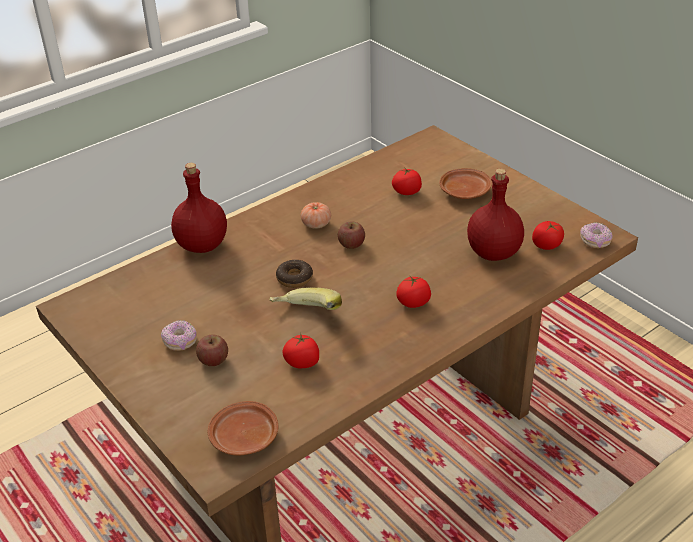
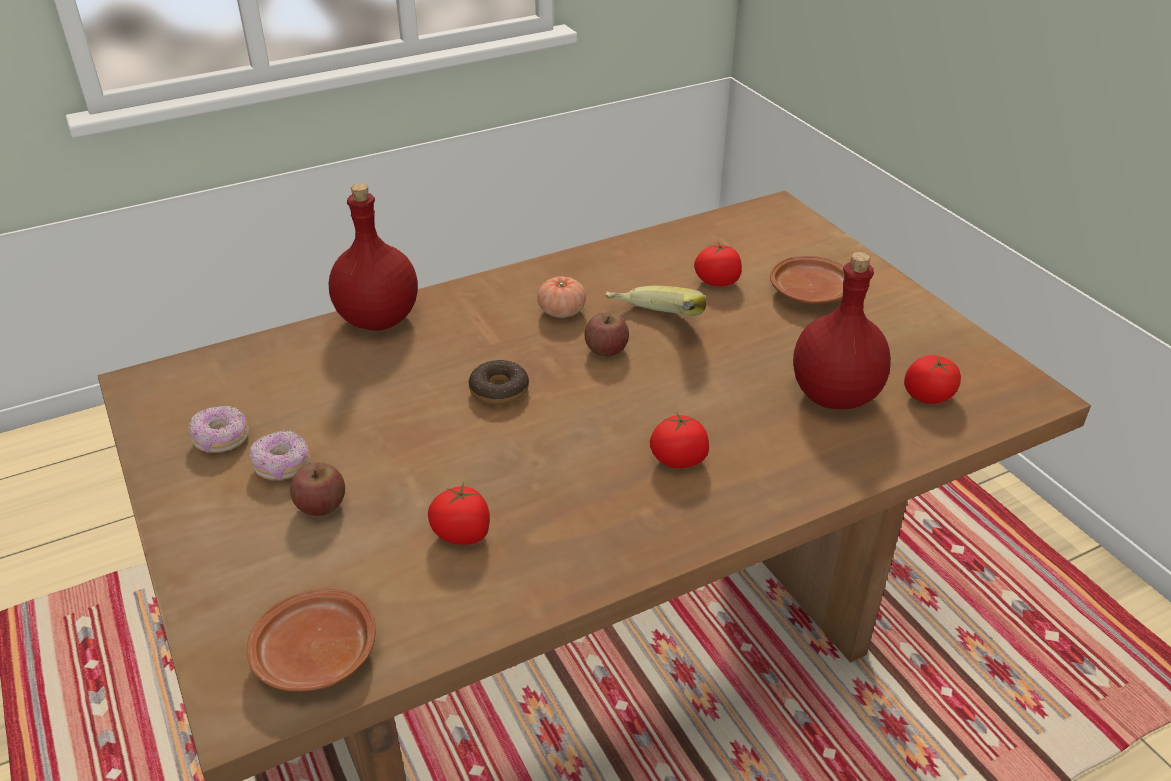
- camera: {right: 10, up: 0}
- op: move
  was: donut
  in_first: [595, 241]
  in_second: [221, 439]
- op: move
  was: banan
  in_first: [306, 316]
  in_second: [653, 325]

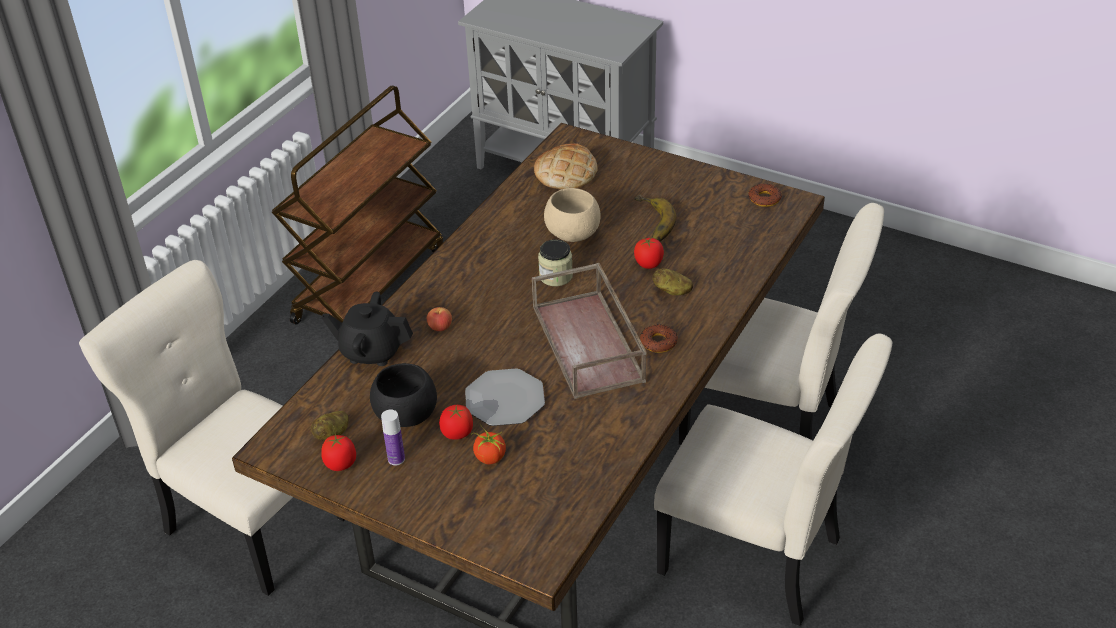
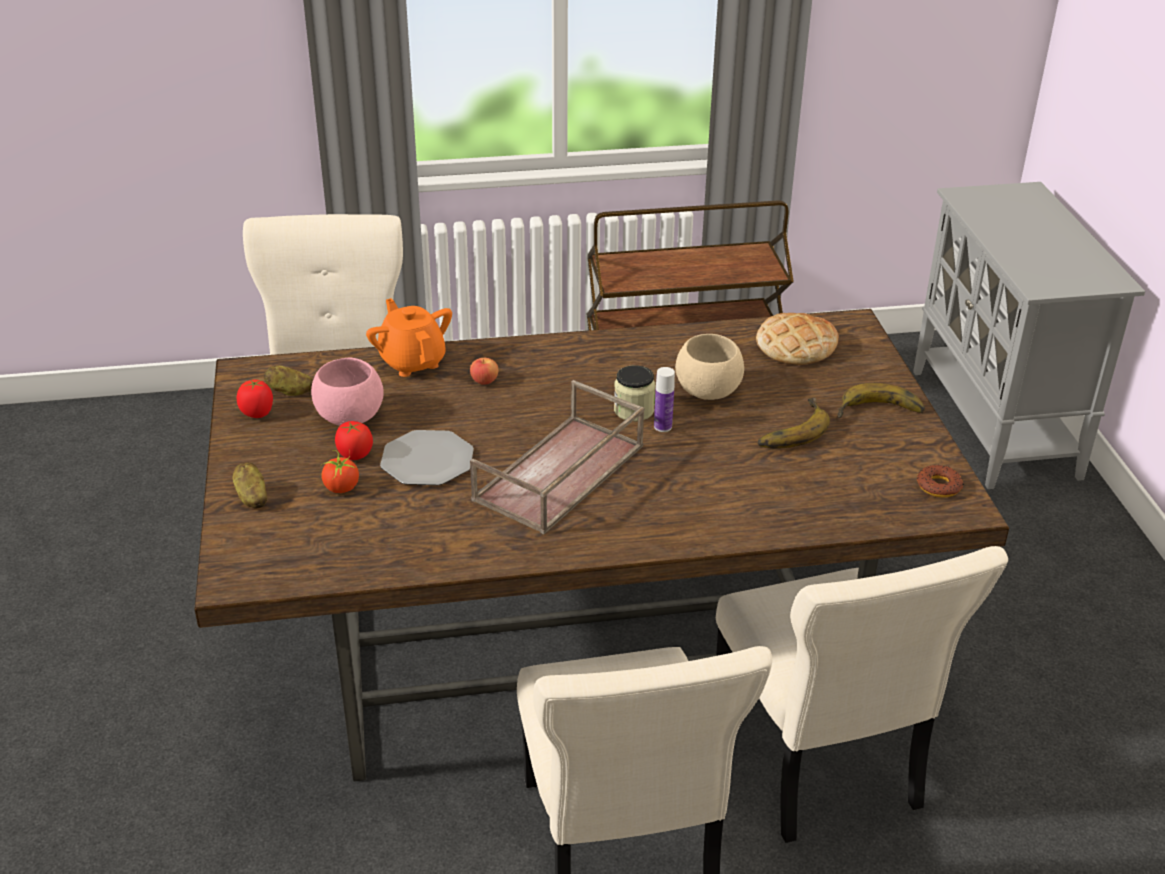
- camera: {right: 50, up: -5}
- op: move
  was: ziemniak
  in_first: [672, 291]
  in_second: [251, 497]
- op: recolor
  was: miska (czarny)
  now: miska (różowy)
  in_first: [406, 415]
  in_second: [350, 417]
- op: recolor
  was: imbryk (czarny)
  now: imbryk (pomarańczowy)
  in_first: [371, 351]
  in_second: [412, 361]
- op: move
  was: butelka
  in_first: [396, 459]
  in_second: [662, 426]
- op: insert
  now: banan
  in_second: [880, 413]
- op: delete
  was: pomidor
  in_first: [649, 264]
- op: delete
  was: donut
  in_first: [658, 342]

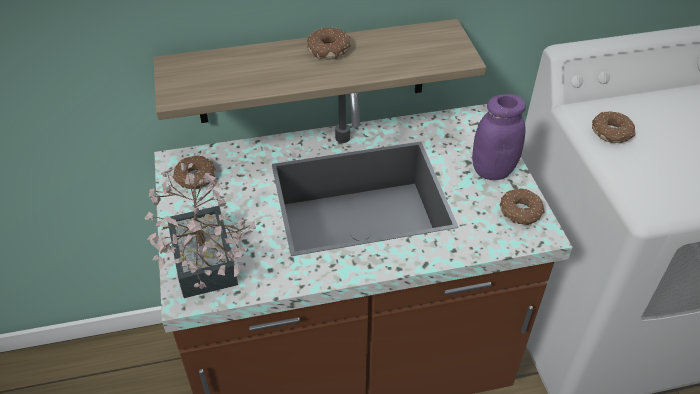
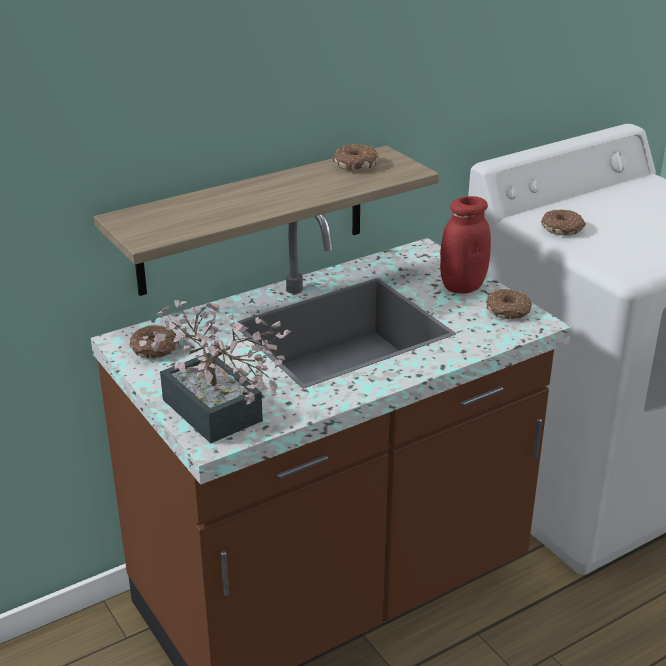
- camera: {right: -20, up: -15}
- op: move
  was: donut
  in_first: [328, 49]
  in_second: [355, 164]
- op: recolor
  was: słoik (fioletowy)
  now: słoik (czerwony)
  in_first: [492, 170]
  in_second: [462, 286]

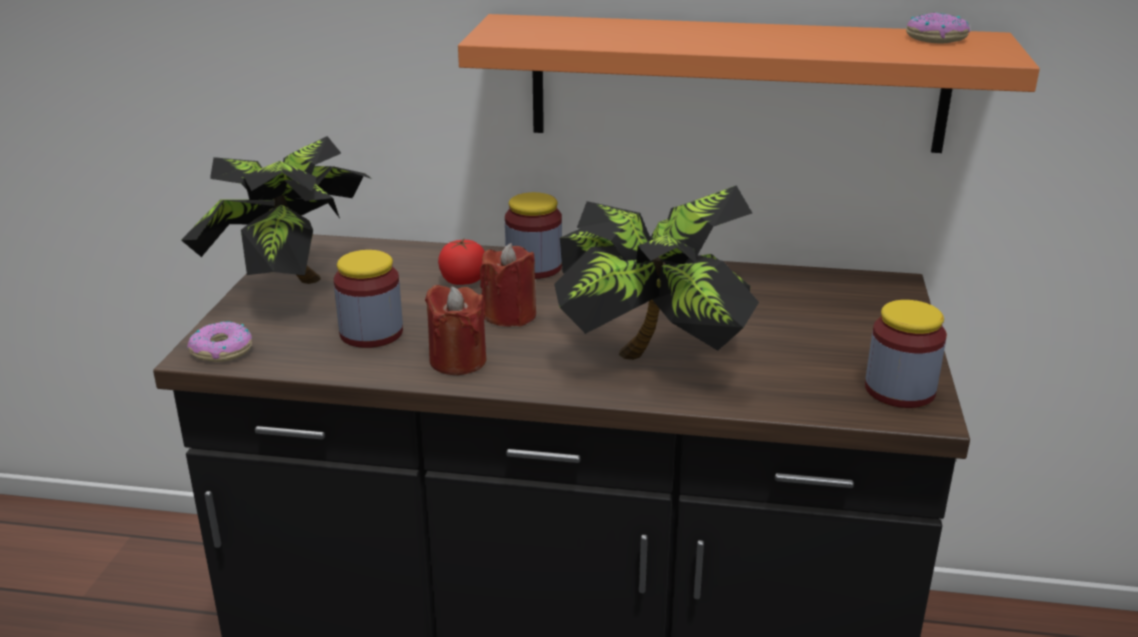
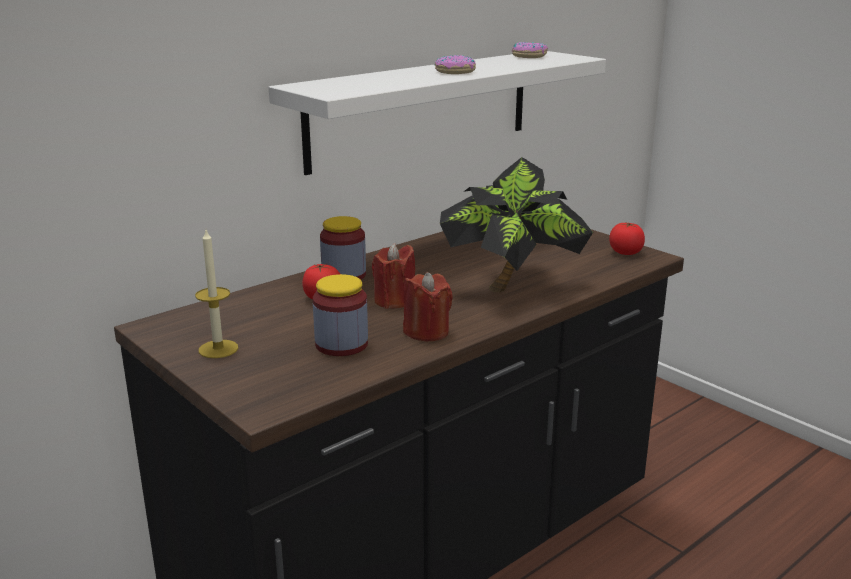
- camera: {right: -50, up: -5}
- op: replace
  was: roślina doniczkowa
  now: świeca
  in_first: [292, 287]
  in_second: [218, 349]
- op: recolor
  was: półka (pomarańczowy)
  now: półka (biały)
  in_first: [736, 83]
  in_second: [422, 108]
- op: move
  was: donut
  in_first: [222, 350]
  in_second: [455, 72]
- op: replace
  was: słoik
  now: pomidor
  in_first: [899, 390]
  in_second: [625, 252]

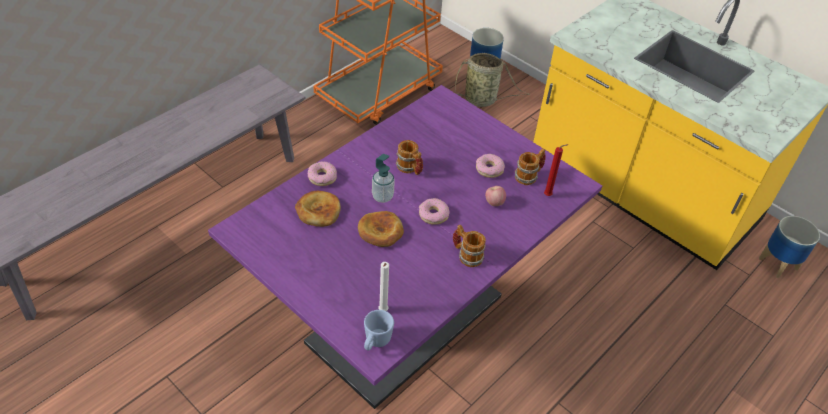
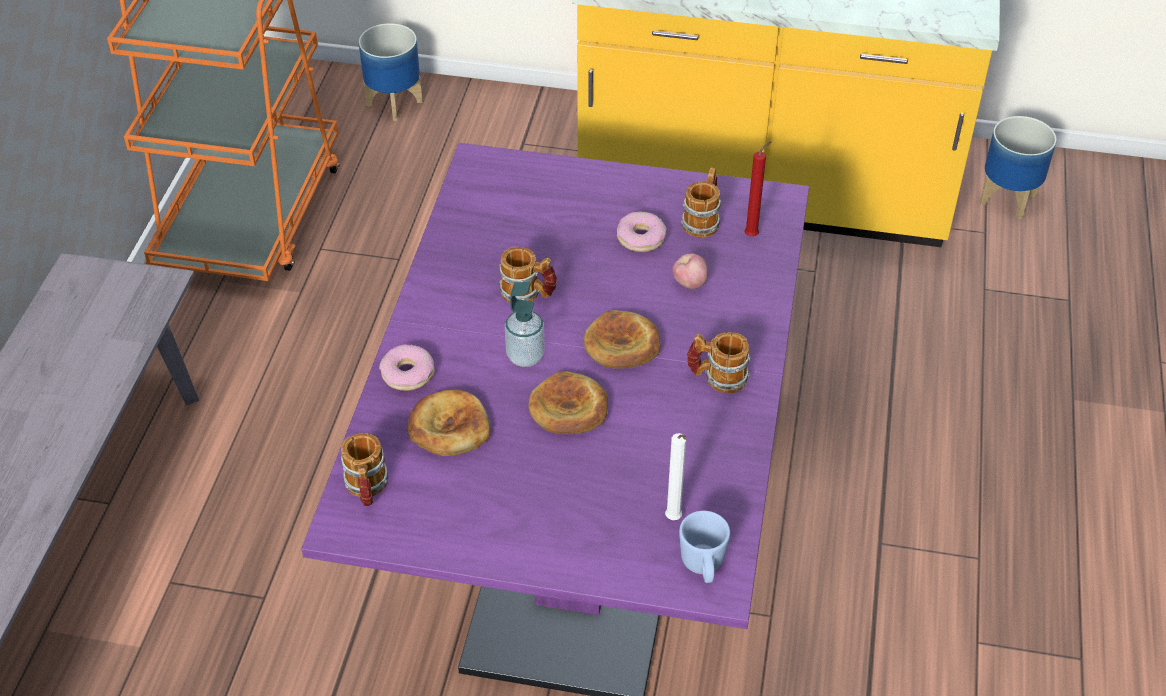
- camera: {right: -30, up: 0}
- op: insert
  now: kubek
  in_second: [367, 489]
- op: replace
  was: donut
  now: chleb
  in_first: [433, 215]
  in_second: [622, 345]
- op: delete
  was: koszyk
  in_first: [482, 100]

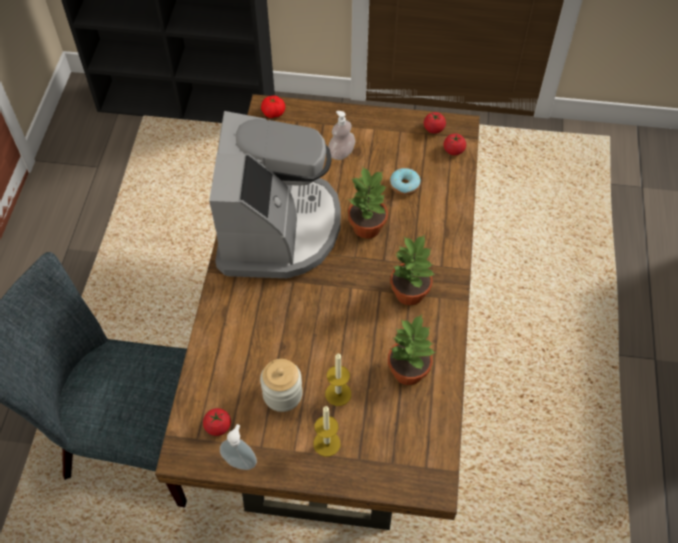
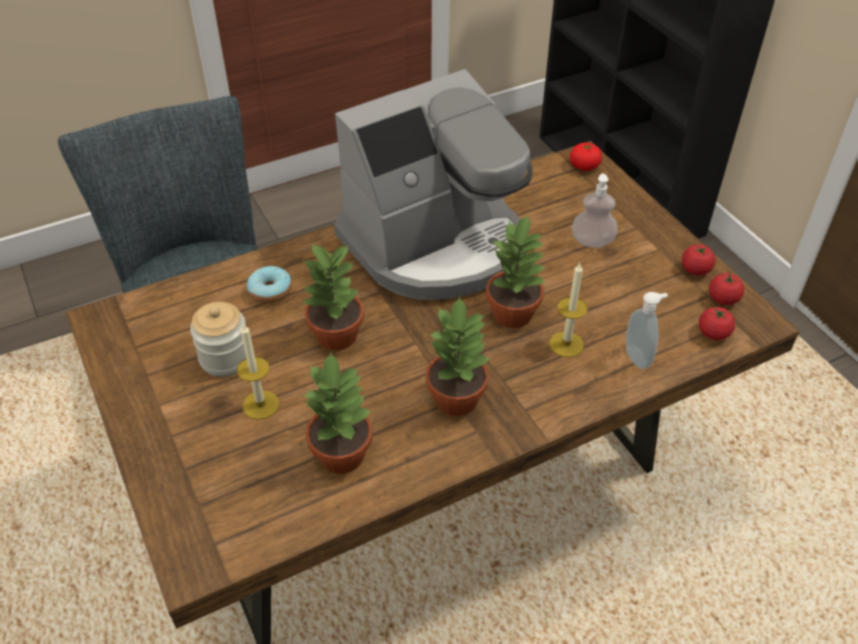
- camera: {right: 55, up: -10}
- op: move
  was: donut
  in_first: [404, 185]
  in_second: [270, 291]
- op: insert
  now: roślina doniczkowa
  in_second: [337, 336]
- op: move
  was: świeca
  in_first: [326, 443]
  in_second: [566, 344]
- op: move
  was: dozownik mydła
  in_first: [240, 461]
  in_second: [639, 357]
- op: move
  was: pomidor
  in_first: [218, 426]
  in_second: [695, 270]

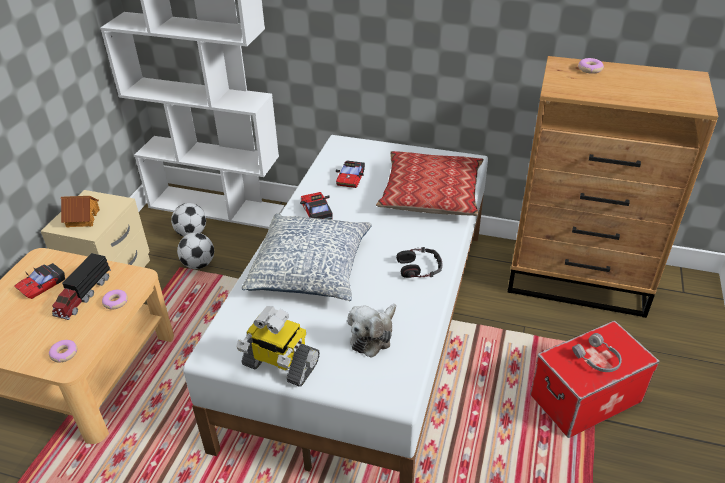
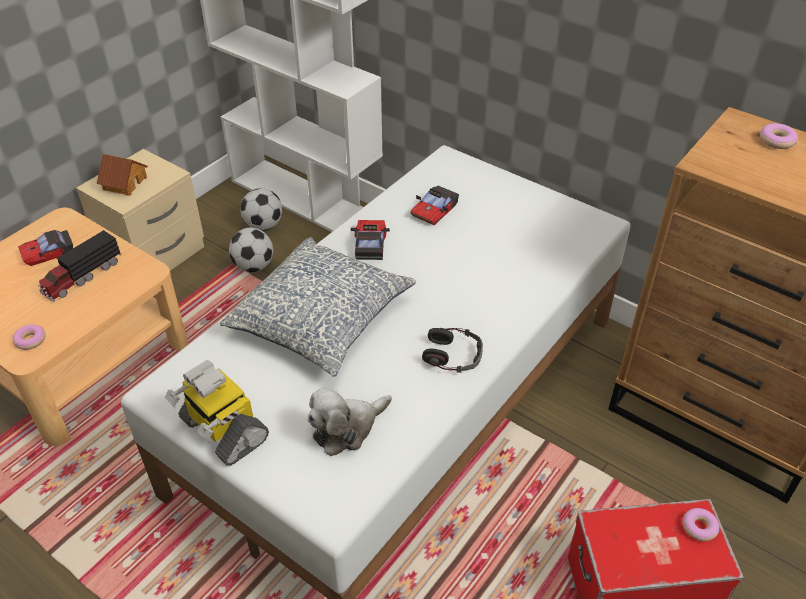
- camera: {right: 20, up: 5}
- op: move
  was: donut
  in_first: [115, 302]
  in_second: [699, 527]
- op: delete
  was: poduszka
  in_first: [431, 193]
- op: delete
  was: słuchawki (szary)
  in_first: [597, 359]

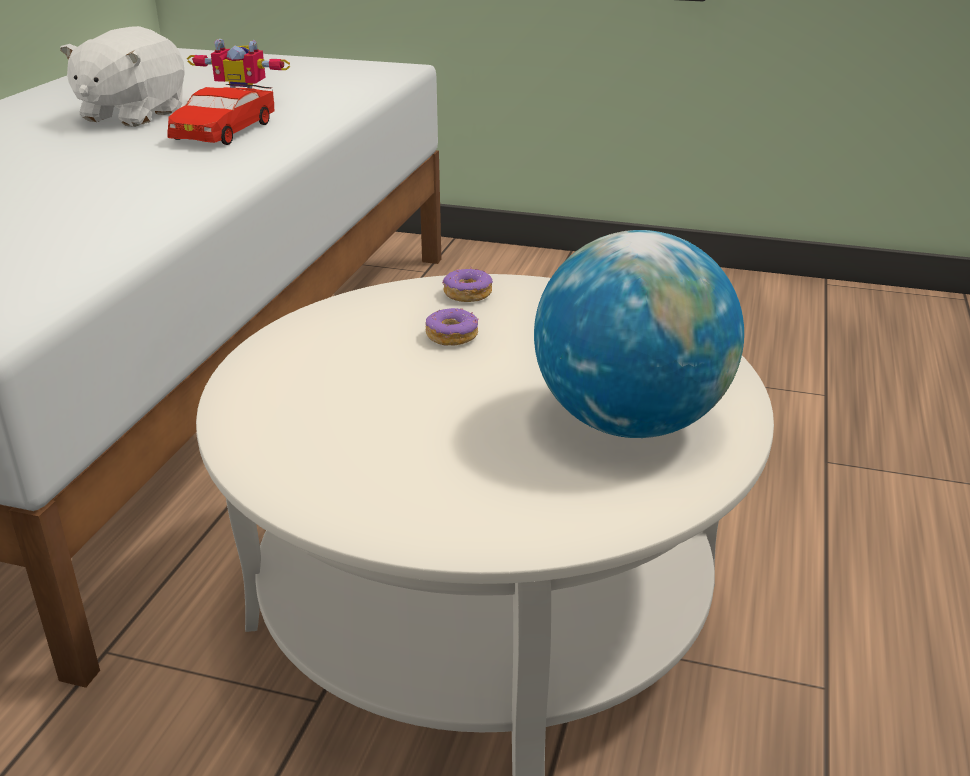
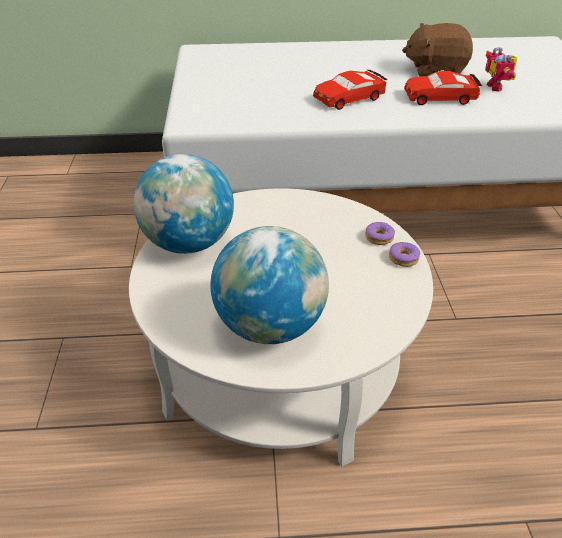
- camera: {right: 70, up: 10}
- op: insert
  now: globus
  in_second: [189, 243]
- op: insert
  now: samochodzik (czerwony)
  in_second: [349, 98]
- op: move
  was: donut
  in_first: [451, 336]
  in_second: [403, 258]
- op: recolor
  was: pluszak (biały)
  now: pluszak (brązowy)
  in_first: [132, 115]
  in_second: [435, 71]

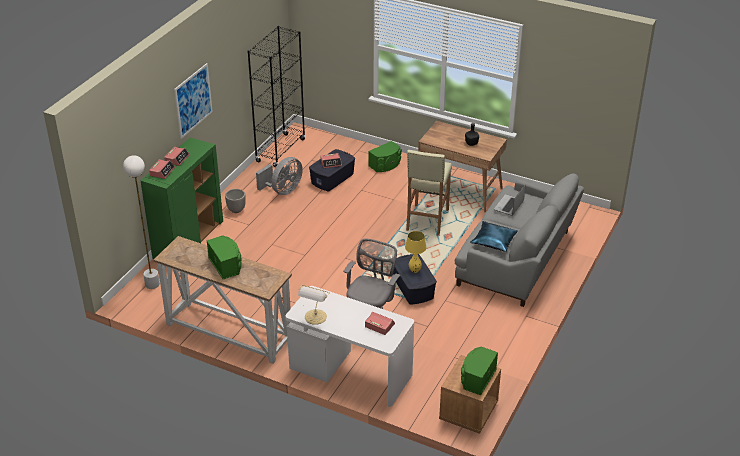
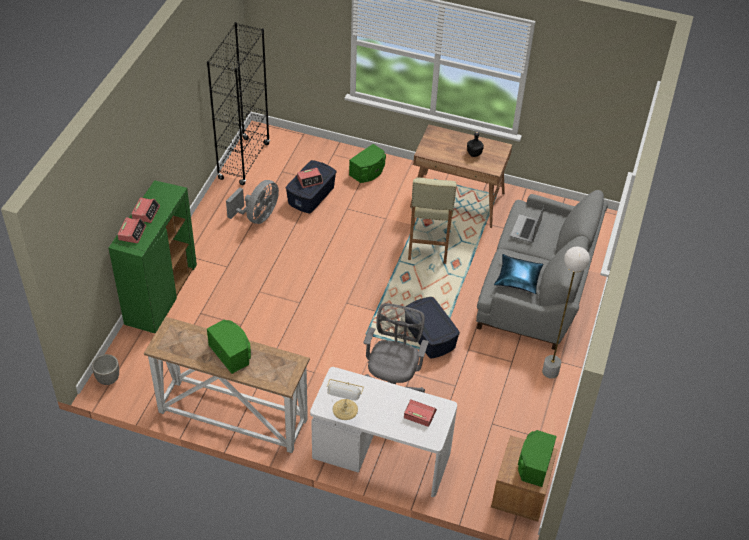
- camera: {right: -10, up: 10}
- op: move
  was: donica
  in_first: [236, 210]
  in_second: [108, 379]
- op: move
  was: lampa stojąca (biały)
  in_first: [152, 284]
  in_second: [550, 372]
- op: delete
  was: obraz
  in_first: [193, 100]
- op: delete
  was: lampa stołowa (żółty)
  in_first: [415, 271]

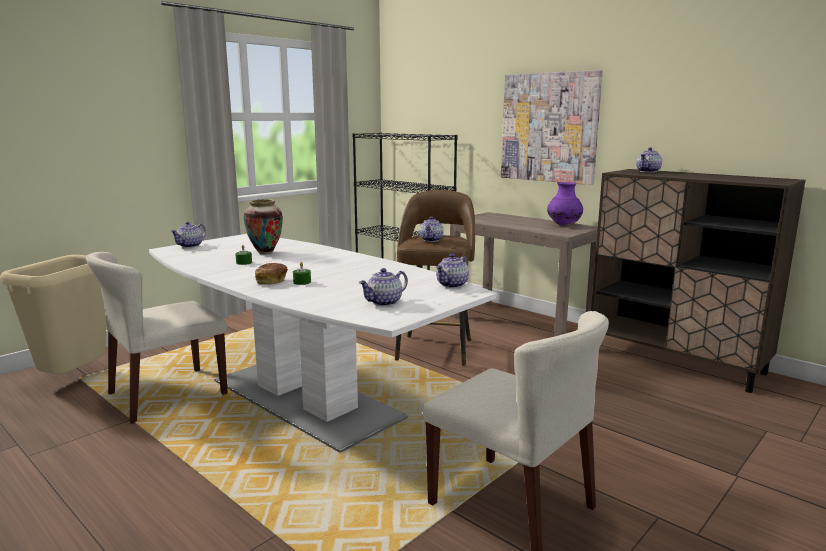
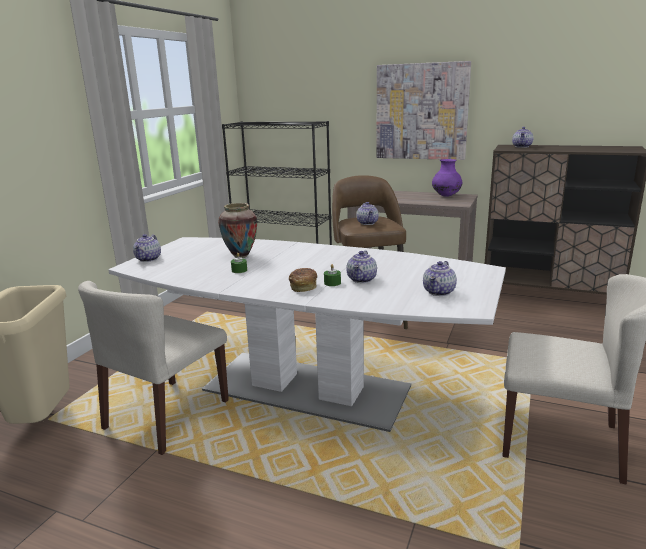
- camera: {right: -20, up: 5}
- op: move
  was: imbryk
  in_first: [452, 285]
  in_second: [362, 279]

